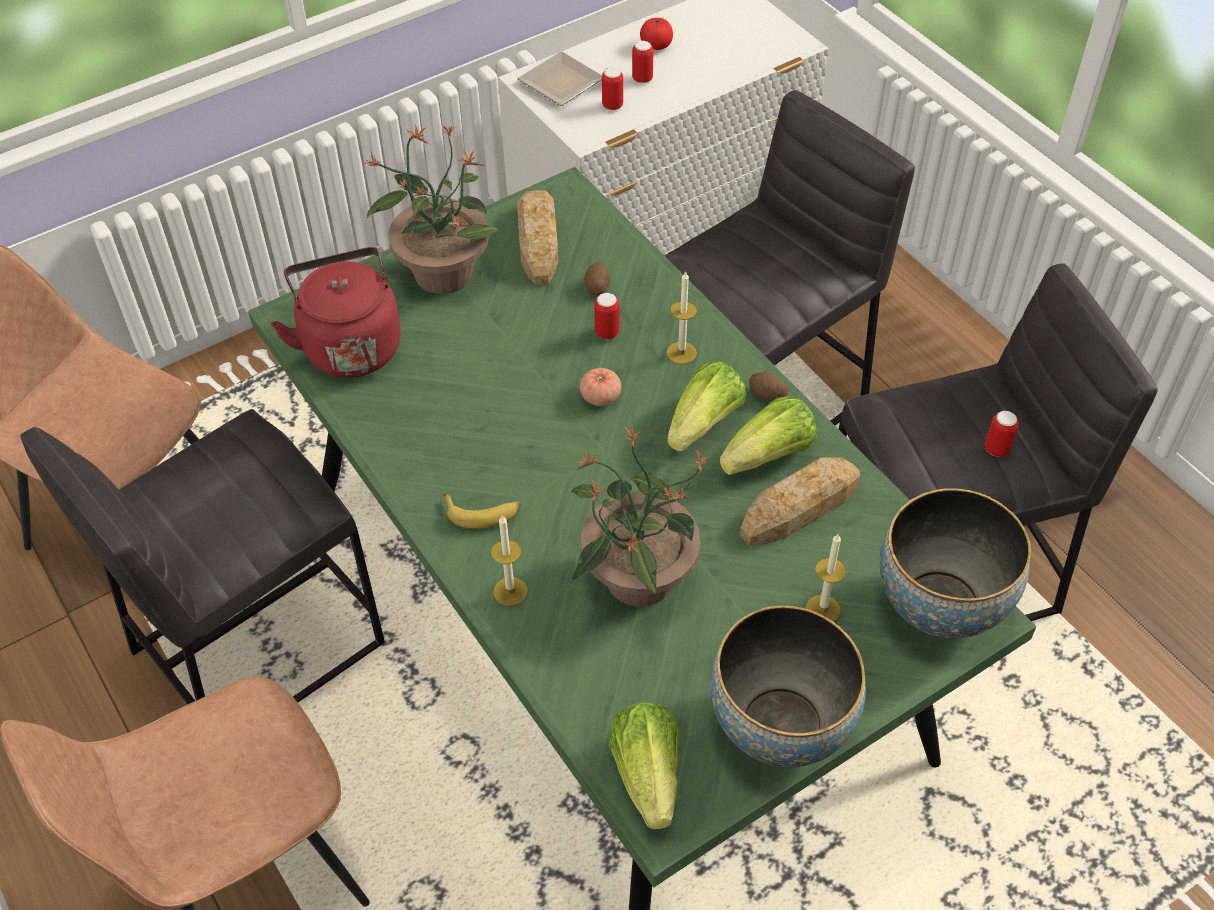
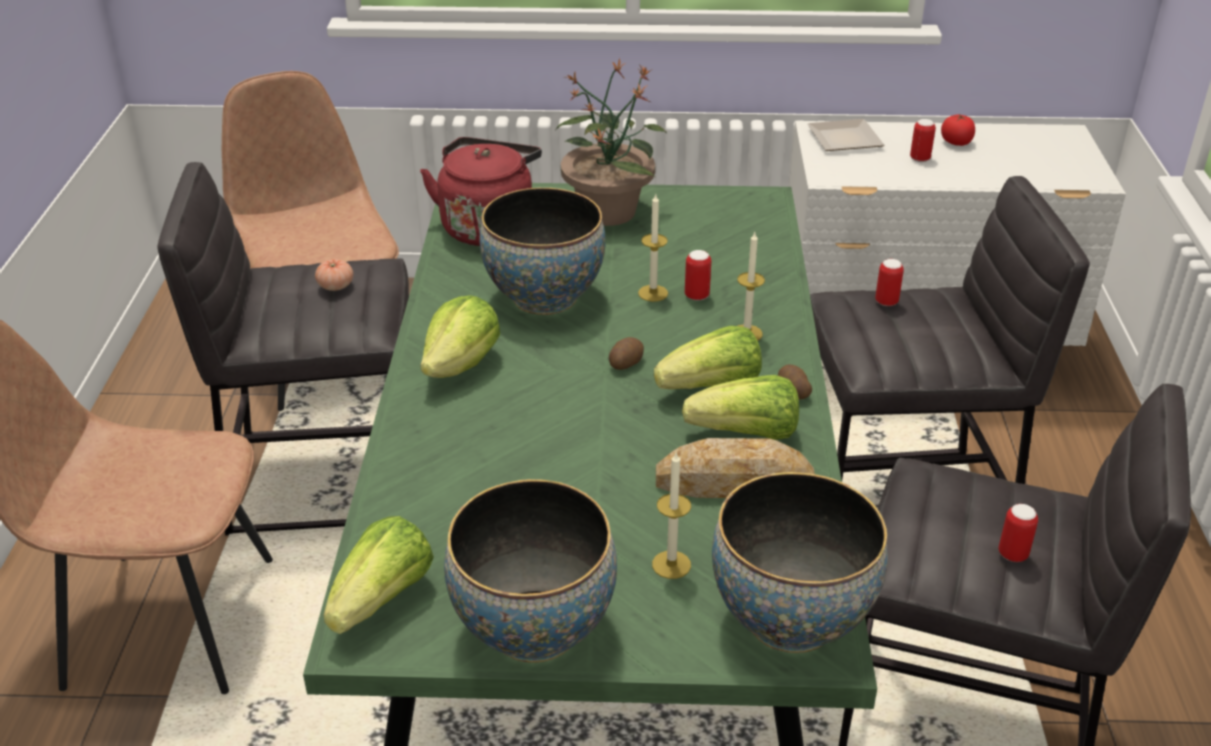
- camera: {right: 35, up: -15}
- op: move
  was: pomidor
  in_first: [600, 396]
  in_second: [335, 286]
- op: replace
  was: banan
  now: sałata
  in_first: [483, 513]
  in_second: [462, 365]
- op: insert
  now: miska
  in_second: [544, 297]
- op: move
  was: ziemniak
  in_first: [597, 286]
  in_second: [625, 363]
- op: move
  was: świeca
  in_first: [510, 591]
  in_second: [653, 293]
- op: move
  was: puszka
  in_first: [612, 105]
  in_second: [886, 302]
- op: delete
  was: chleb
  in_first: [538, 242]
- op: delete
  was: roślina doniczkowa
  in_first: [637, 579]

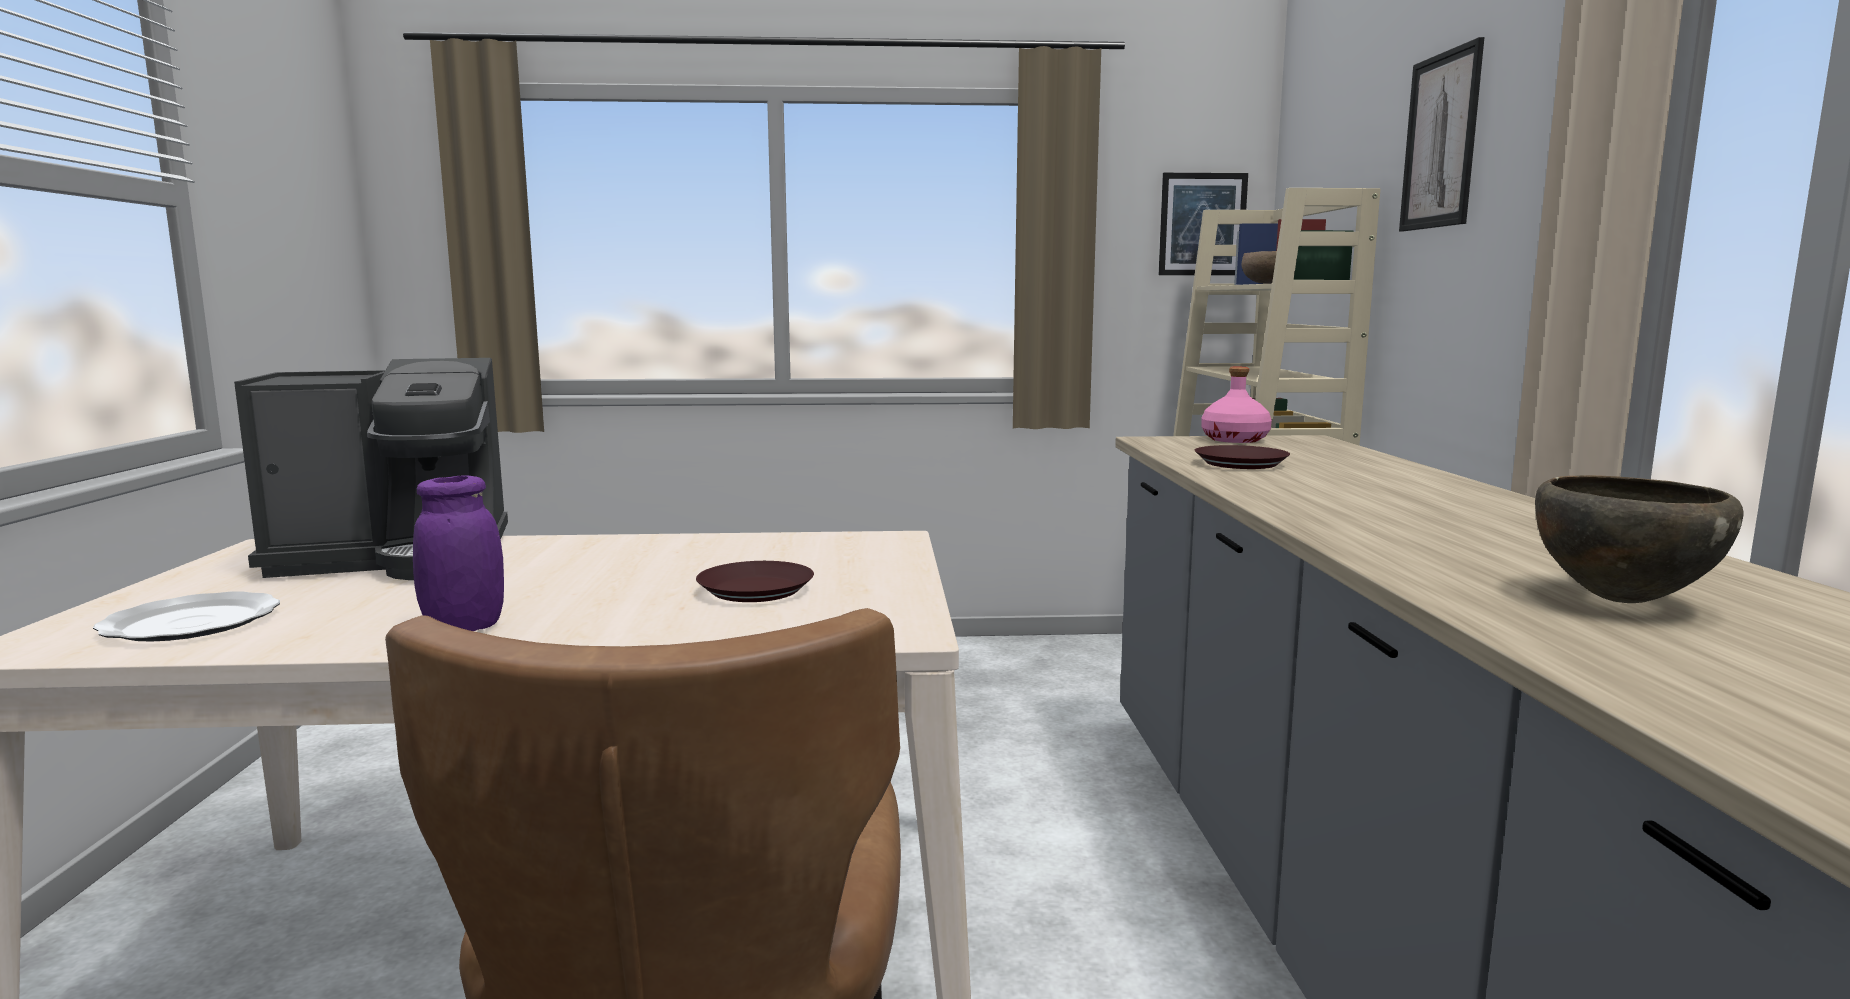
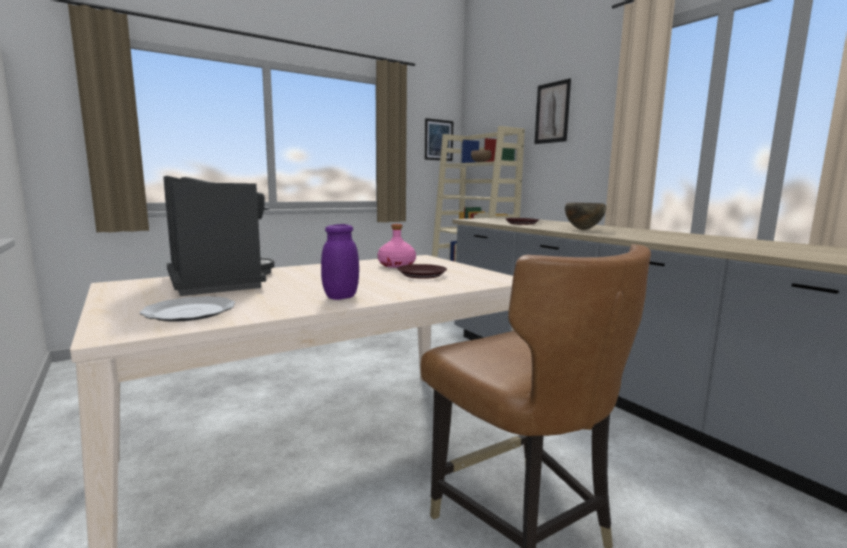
- camera: {right: -30, up: 0}
- op: rotate
  was: ekspres do kawy
  in_first: [398, 558]
  in_second: [219, 281]
  clockwise: -75
- op: move
  was: butelka (różowy)
  in_first: [1234, 439]
  in_second: [396, 265]
- op: move
  was: miska (brązowy)
  in_first: [1618, 601]
  in_second: [582, 229]

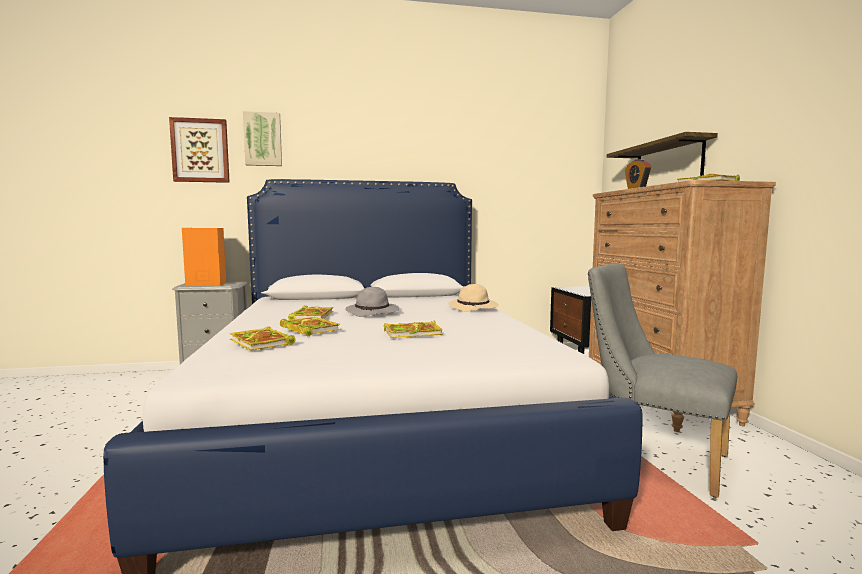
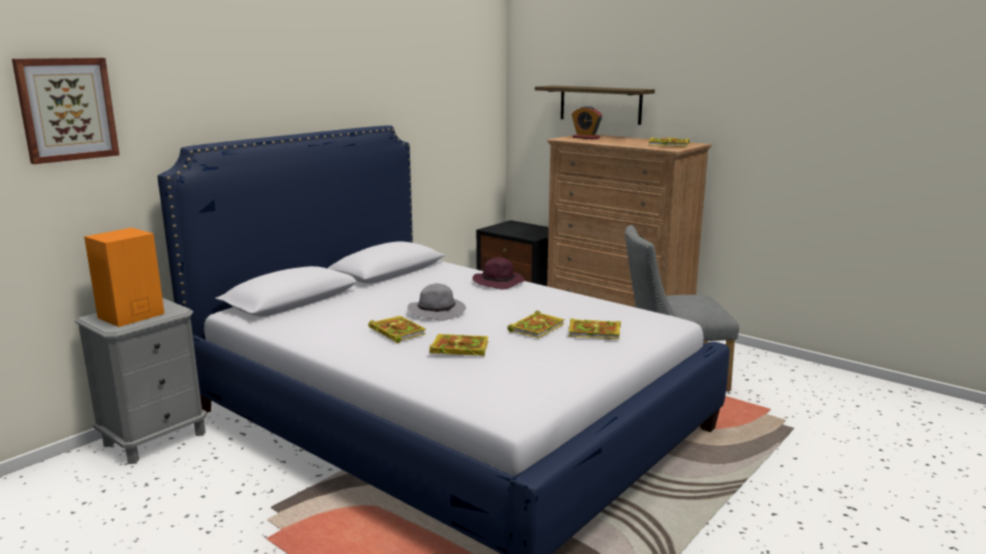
- camera: {right: -40, up: 10}
- op: recolor
  was: kapelusz (beżowy)
  now: kapelusz (fioletowy)
  in_first: [474, 308]
  in_second: [499, 282]
- op: move
  was: książka
  in_first: [262, 343]
  in_second: [595, 332]
- op: delete
  was: obraz
  in_first: [263, 139]

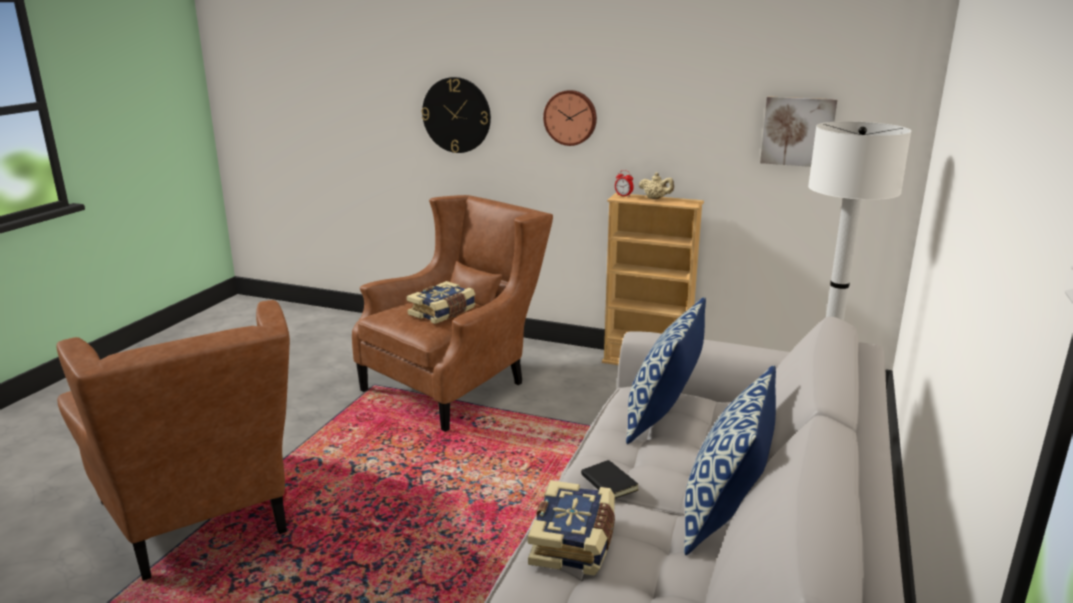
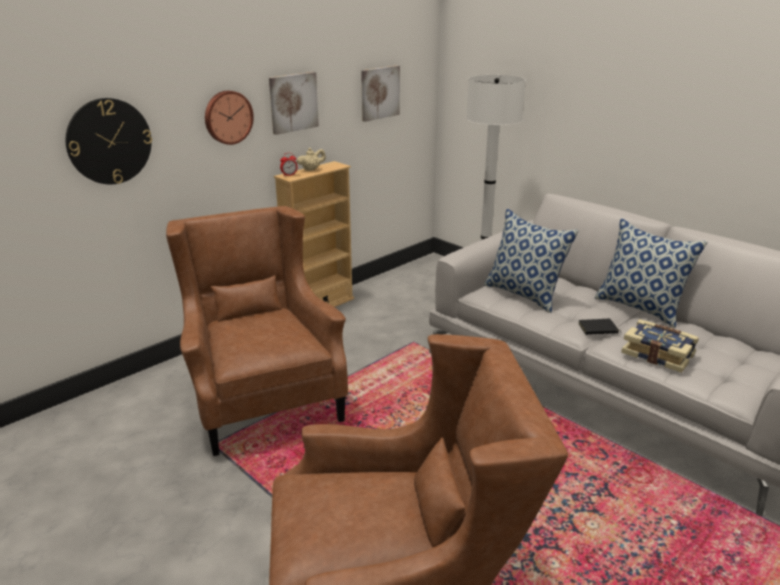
- camera: {right: -65, up: 5}
- op: insert
  now: obraz
  in_second: [293, 102]
- op: delete
  was: książka
  in_first: [443, 312]

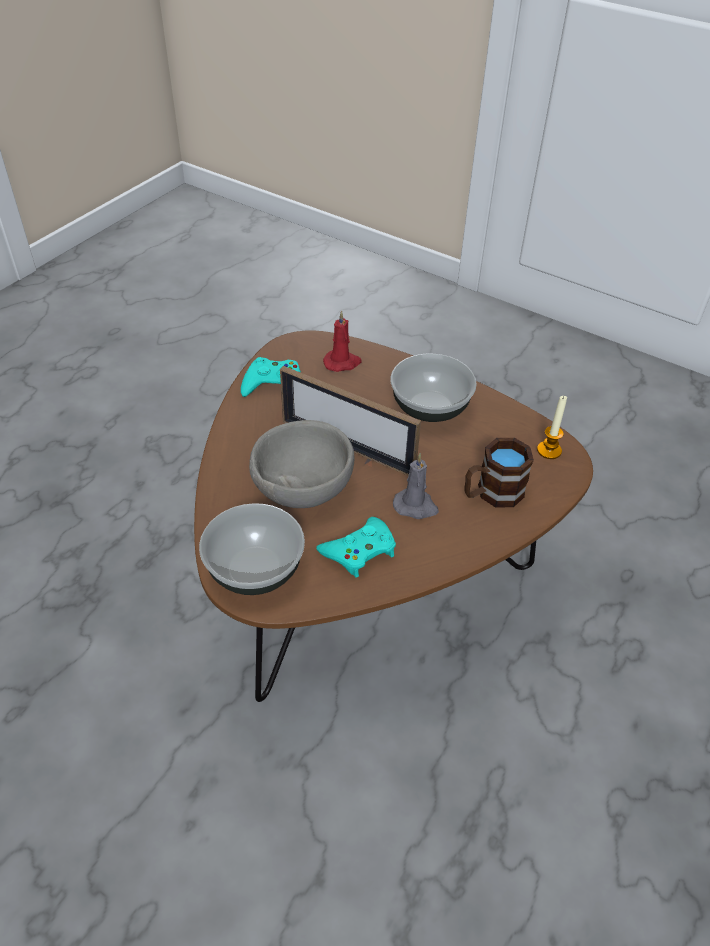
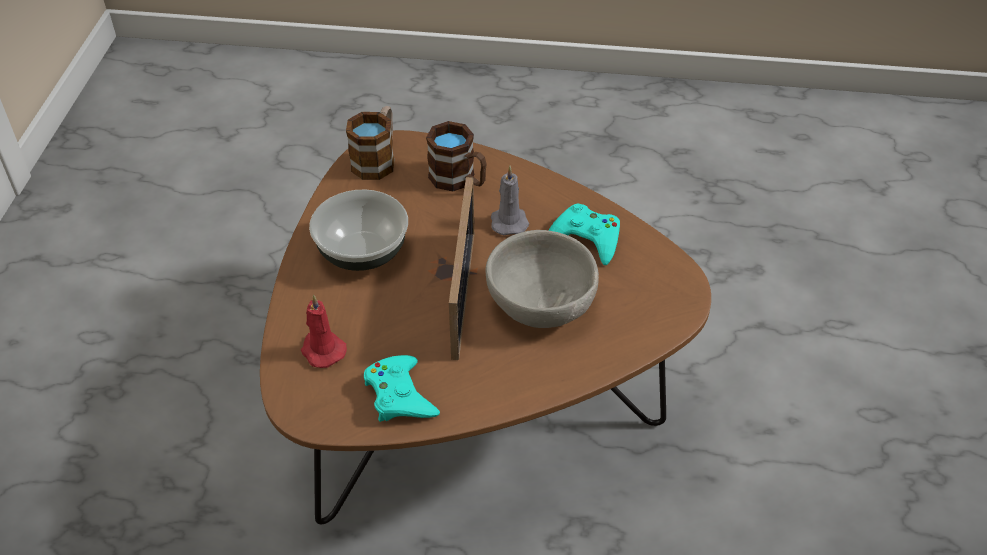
- camera: {right: -115, up: 0}
- op: replace
  was: świeca
  now: kubek
  in_first: [549, 450]
  in_second: [377, 159]
- op: delete
  was: miska
  in_first: [254, 569]

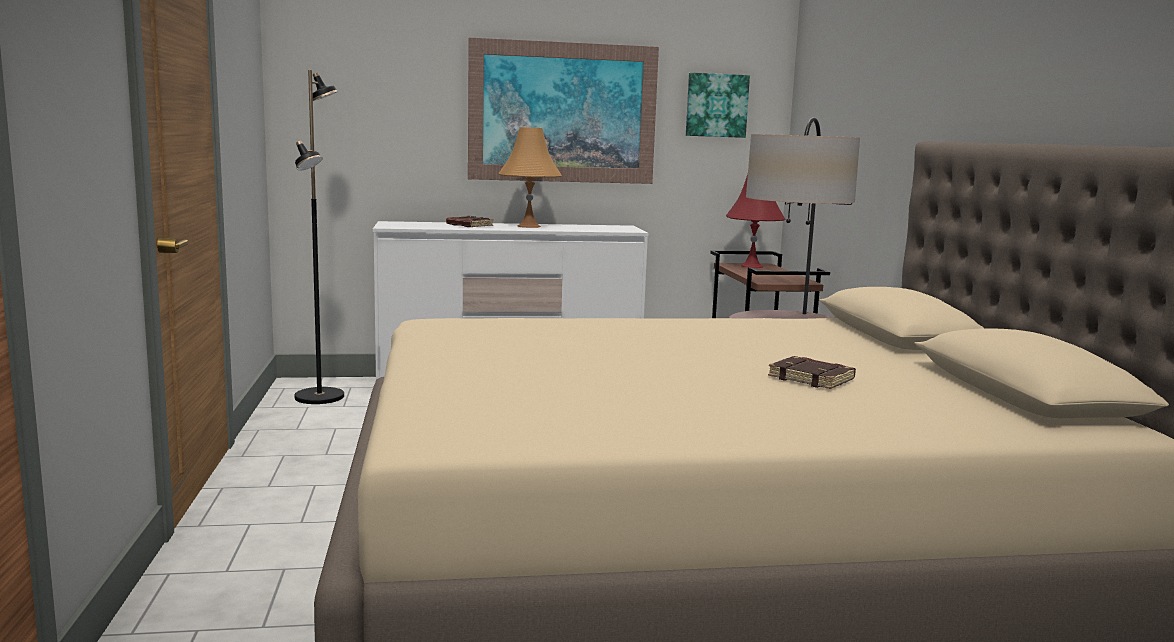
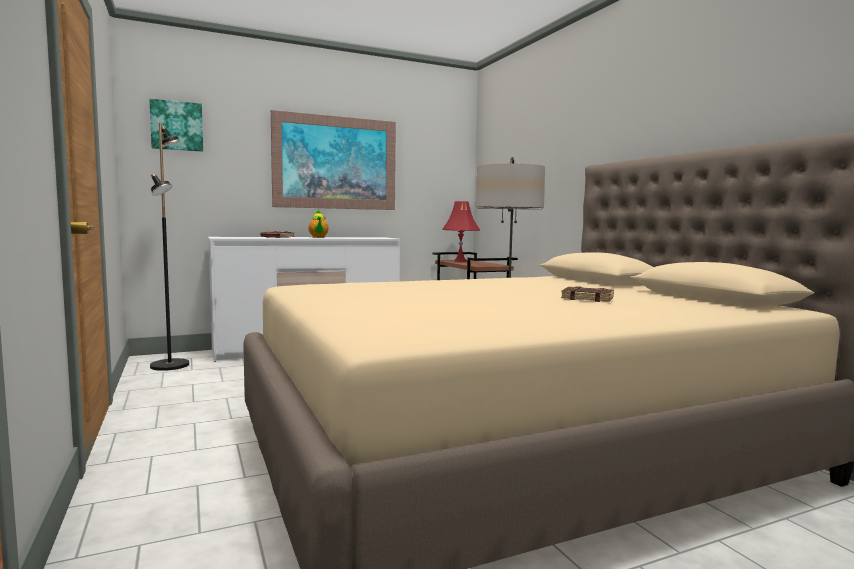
- camera: {right: -15, up: -5}
- op: move
  was: obraz
  in_first: [716, 105]
  in_second: [177, 126]
- op: replace
  was: lampa stołowa (pomarańczowy)
  now: imbryk
  in_first: [529, 226]
  in_second: [318, 237]

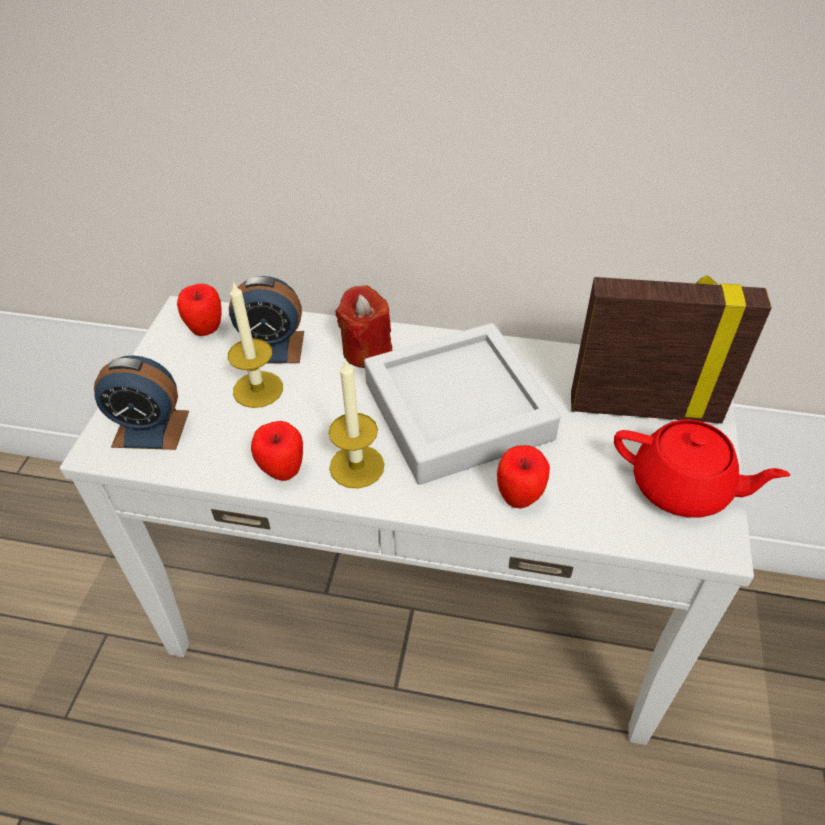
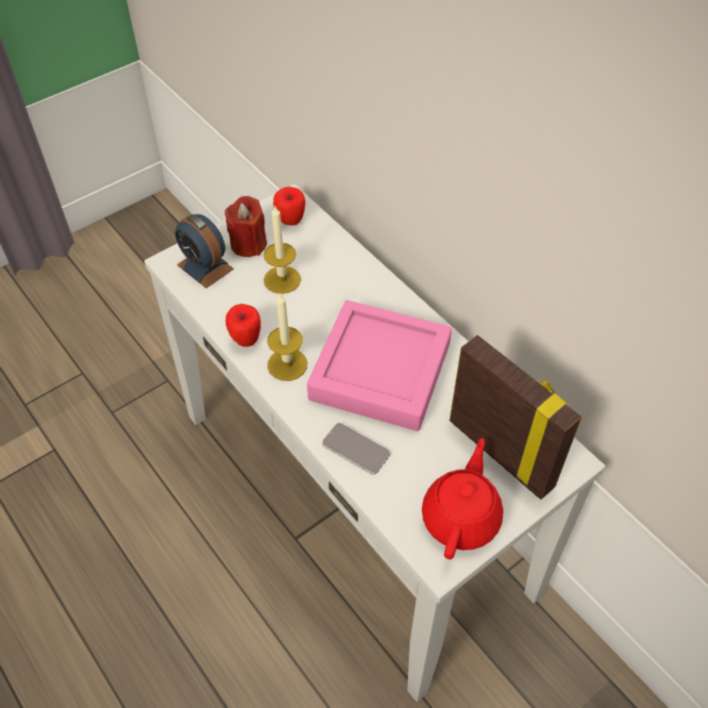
- camera: {right: 40, up: 5}
- op: move
  was: świeca (czerwony)
  in_first: [366, 351]
  in_second: [248, 244]
- op: recolor
  was: taca (szary)
  now: taca (różowy)
  in_first: [457, 411]
  in_second: [380, 371]
- op: replace
  was: jabłko
  now: telefon
  in_first: [519, 498]
  in_second: [356, 449]
- op: rotate
  was: imbryk (czerwony)
  in_first: [682, 488]
  in_second: [461, 517]
  clockwise: -135
- op: delete
  was: budzik
  in_first: [272, 347]

